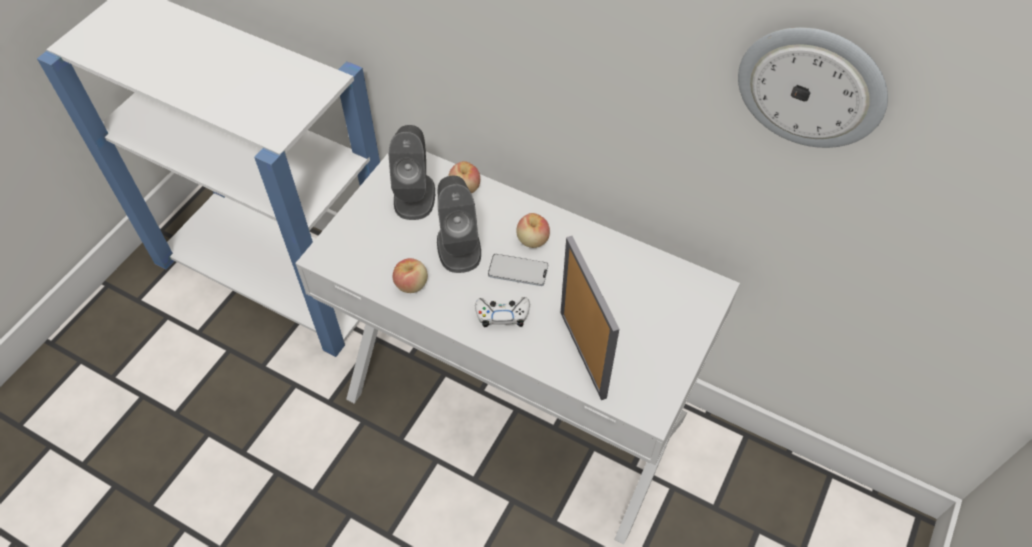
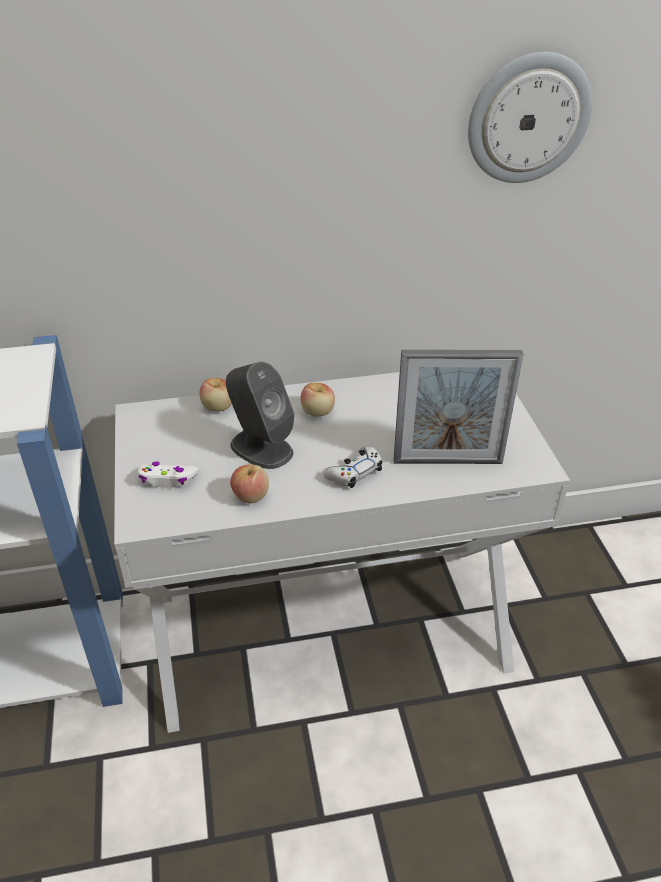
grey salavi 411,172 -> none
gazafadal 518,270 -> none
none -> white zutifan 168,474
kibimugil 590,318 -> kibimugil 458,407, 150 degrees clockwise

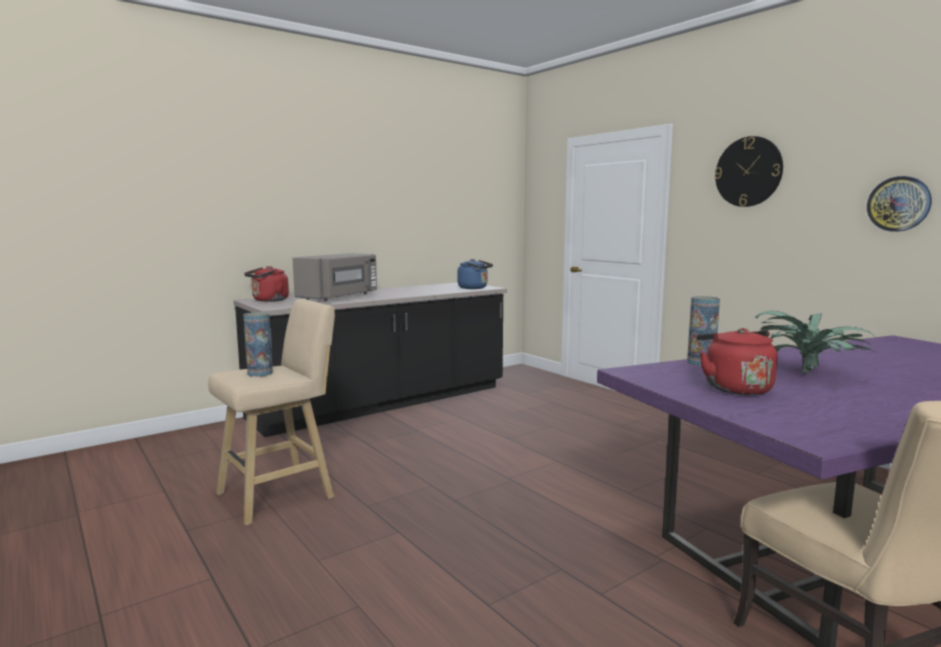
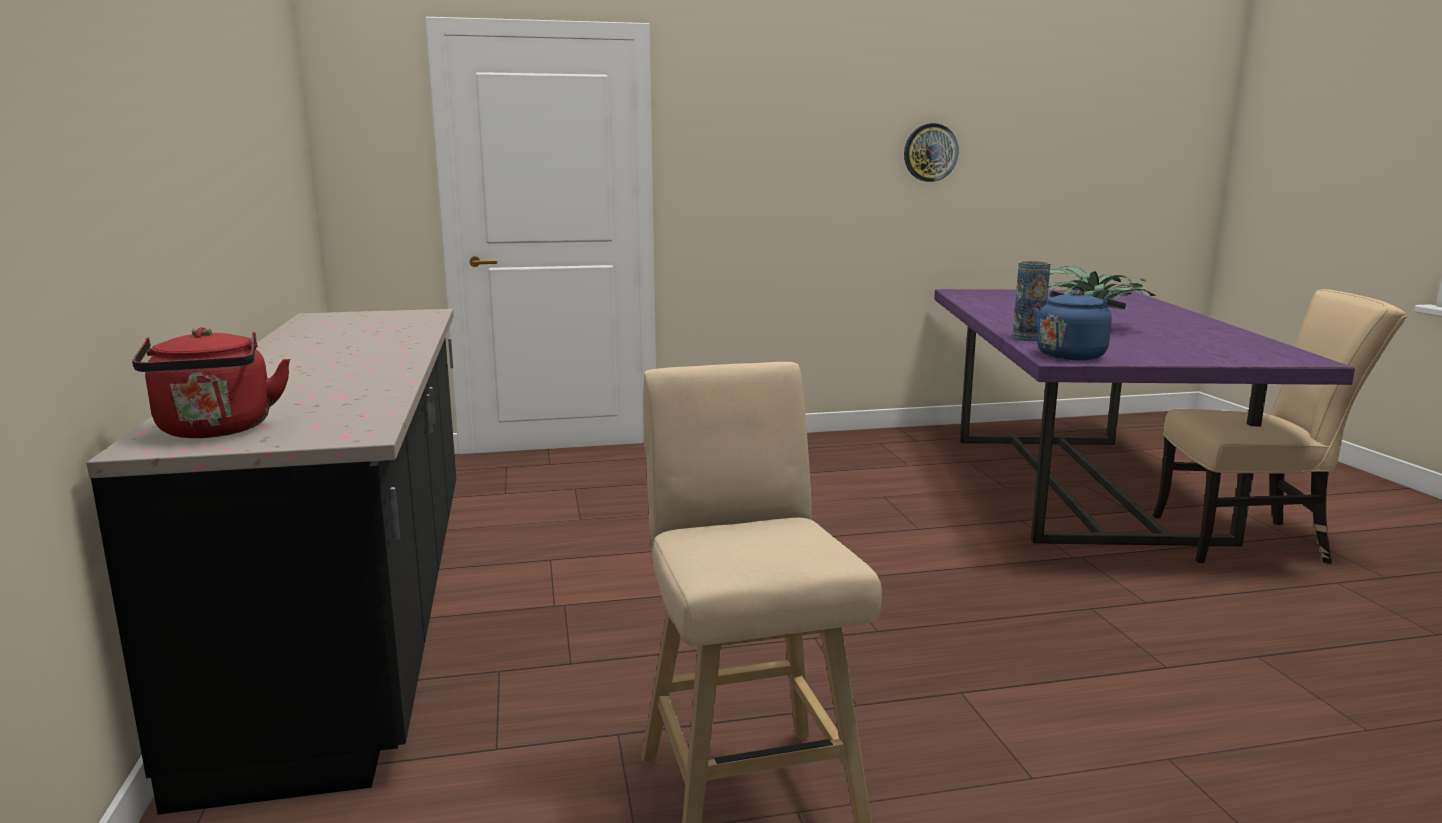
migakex 258,344 -> none
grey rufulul 335,277 -> none
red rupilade 737,361 -> none
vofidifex 748,171 -> none
blue rupilade 475,274 -> blue rupilade 1079,325, moved

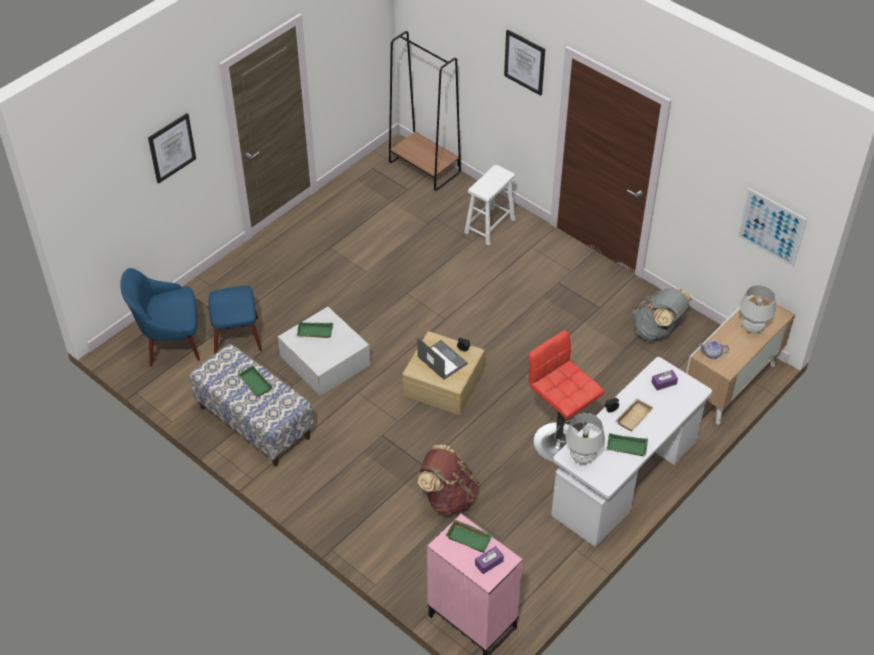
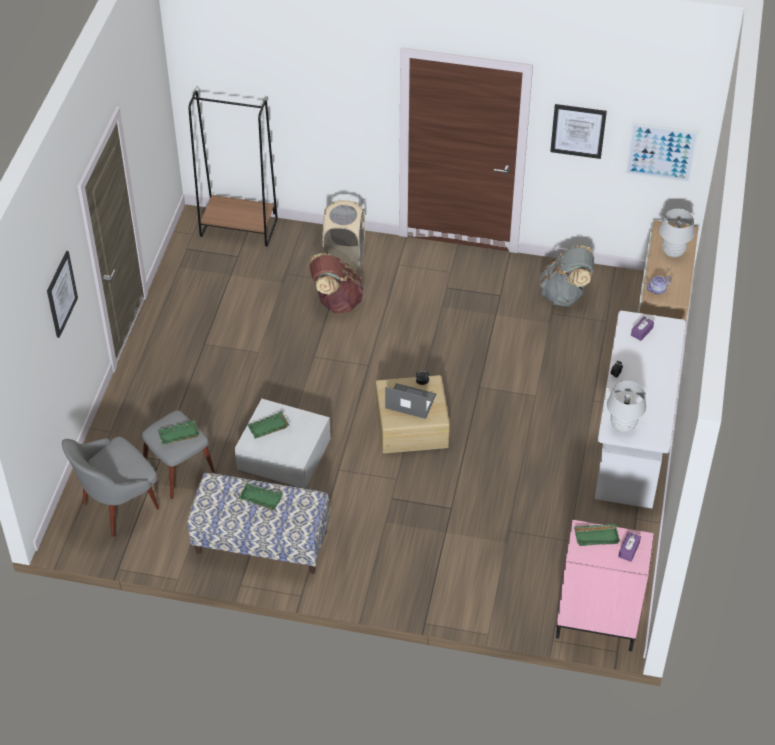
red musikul 566,396 -> none
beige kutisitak 634,415 -> none
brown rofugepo 448,480 -> brown rofugepo 336,283, moved
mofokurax 524,63 -> mofokurax 578,131, moved
green kutisitak 627,444 -> green kutisitak 179,432, moved
white musikul 489,205 -> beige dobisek 343,236
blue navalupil 191,317 -> grey navalupil 138,473

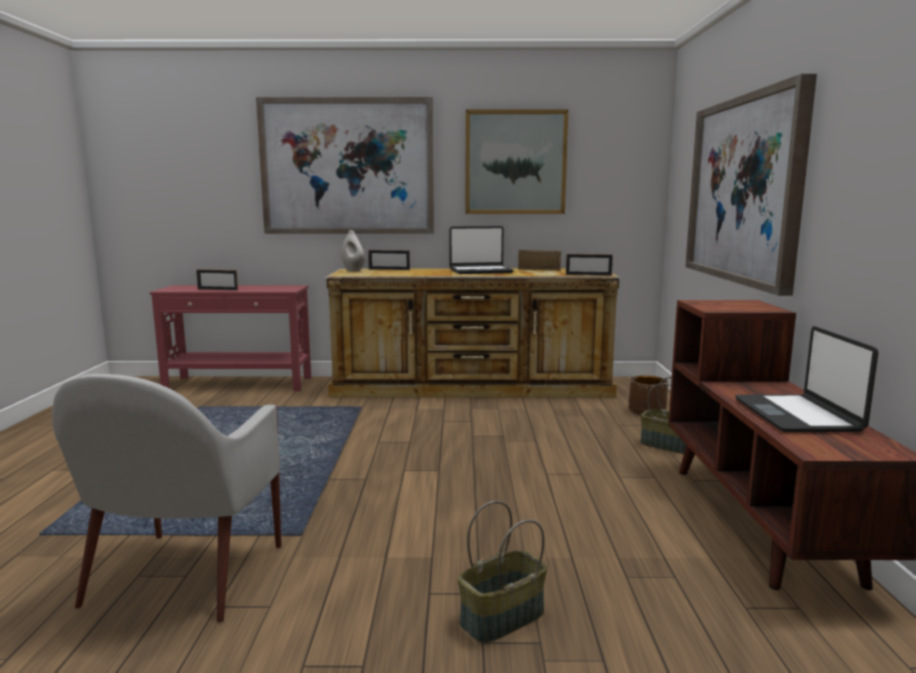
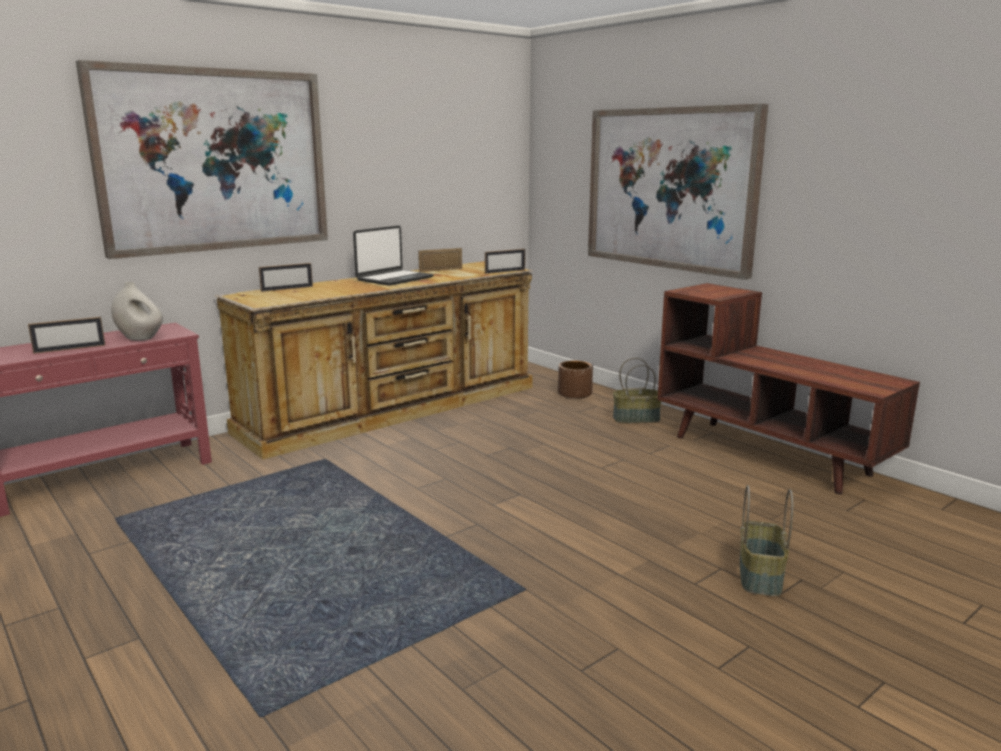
white navalupil 166,498 -> none
mofokurax 517,161 -> none
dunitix 806,379 -> none
white migakex 353,250 -> white migakex 137,311, moved

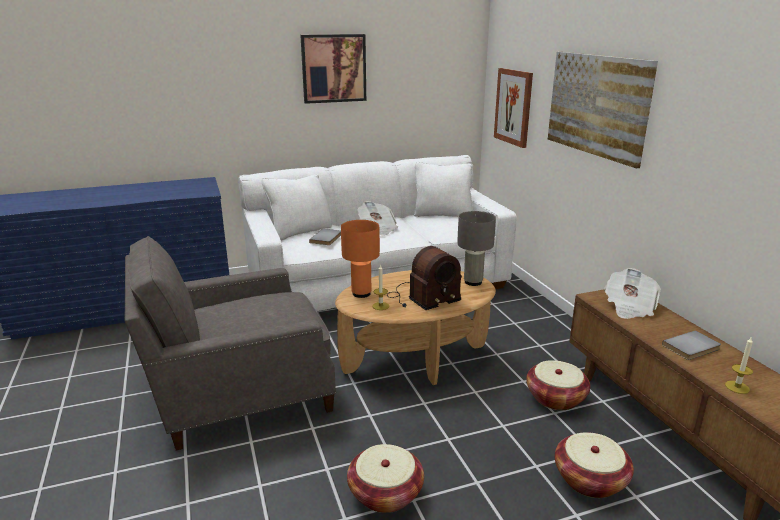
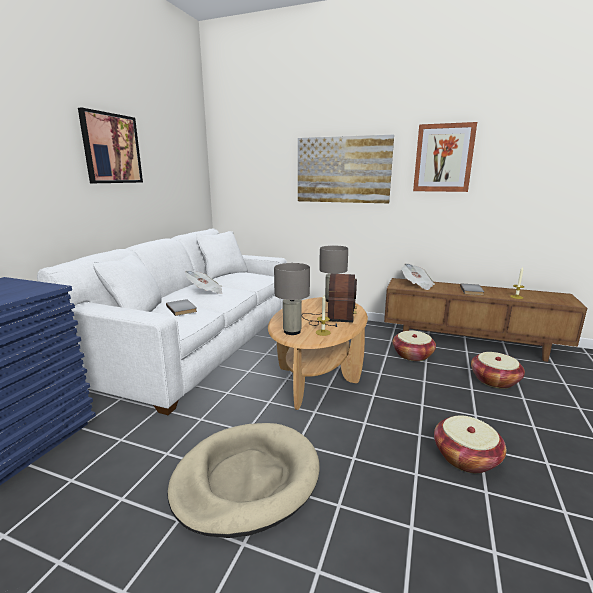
mofokurax 513,108 -> mofokurax 445,157, moved
grey navalupil 230,343 -> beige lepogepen 244,480
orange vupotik 360,259 -> grey vupotik 292,299

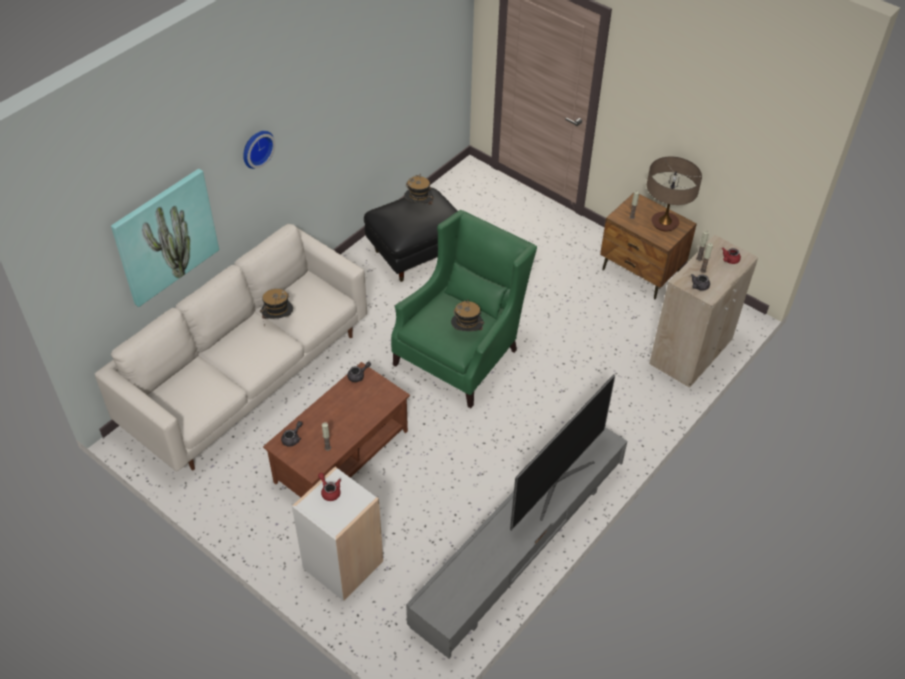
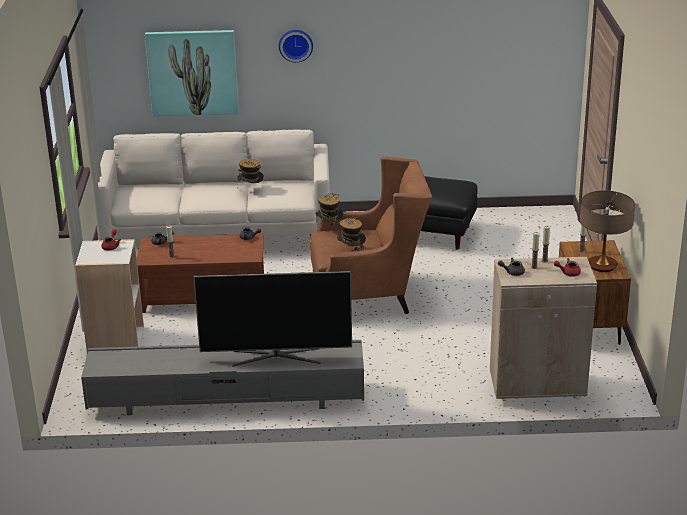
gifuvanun 419,189 -> gifuvanun 329,210, moved
green navalupil 464,309 -> brown navalupil 371,235

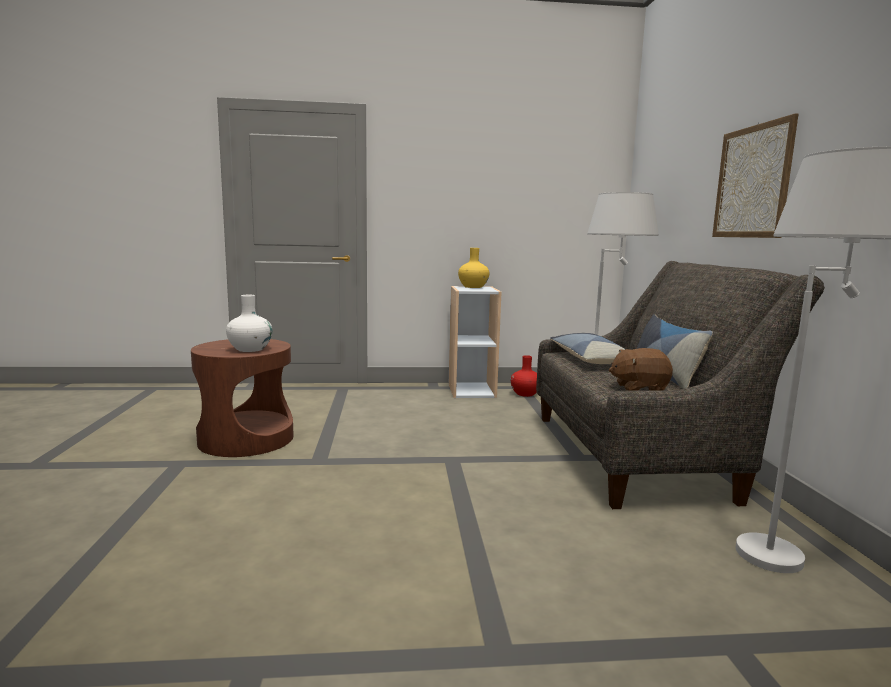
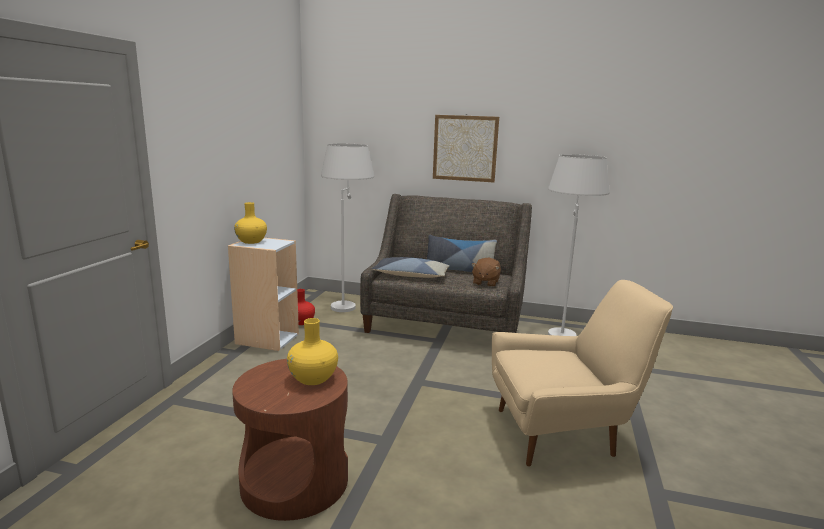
none -> beige navalupil 582,373
white migakex 249,323 -> yellow migakex 312,351

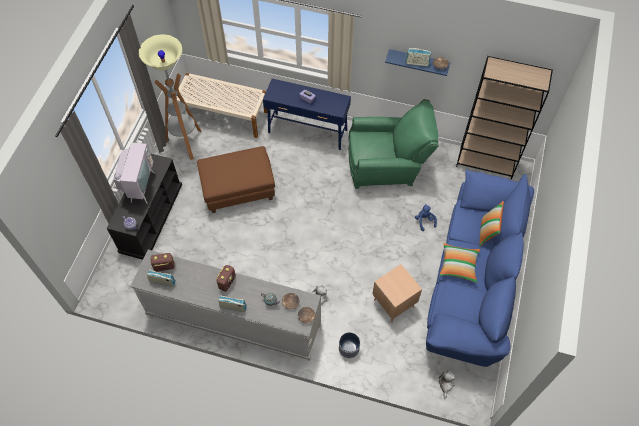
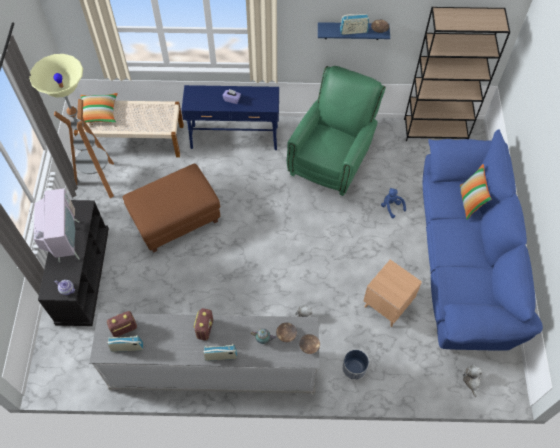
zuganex 460,263 -> zuganex 99,108, moved
green navalupil 393,144 -> green navalupil 336,131, 45 degrees counterclockwise

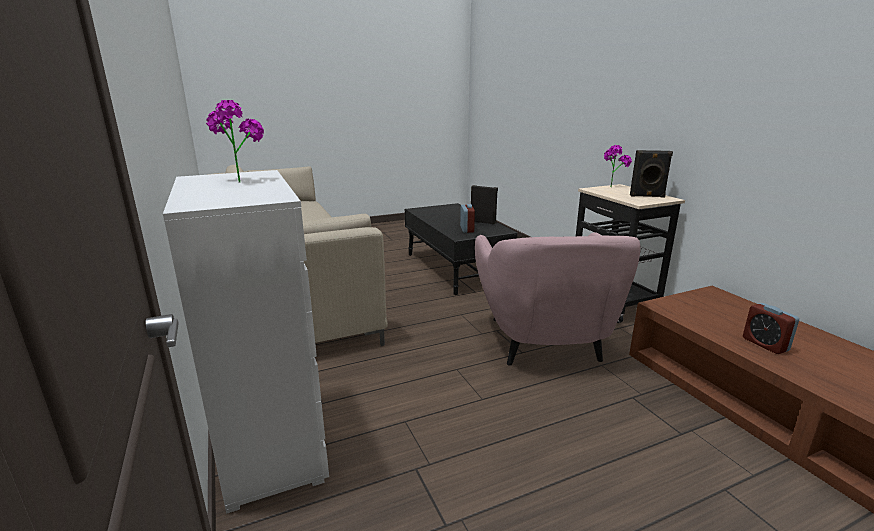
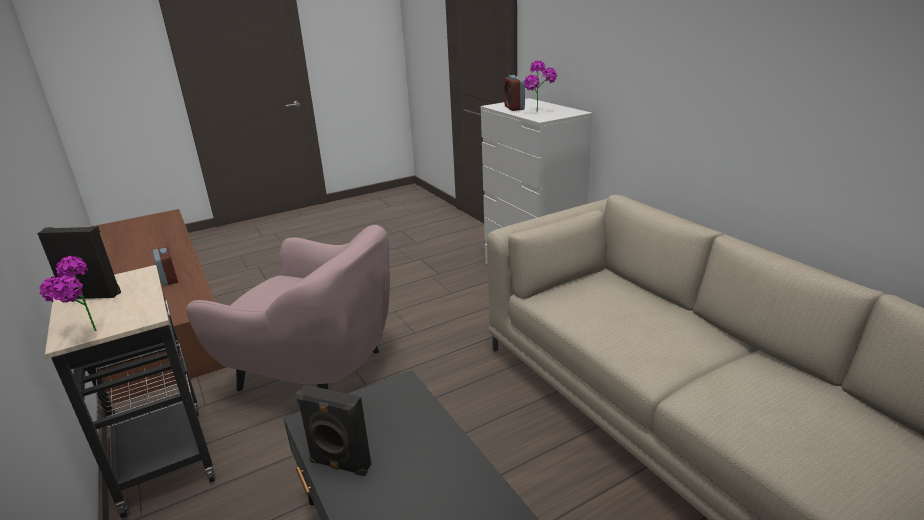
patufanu 467,218 -> patufanu 514,93, moved
pink navalupil 558,299 -> pink navalupil 288,308, 120 degrees clockwise

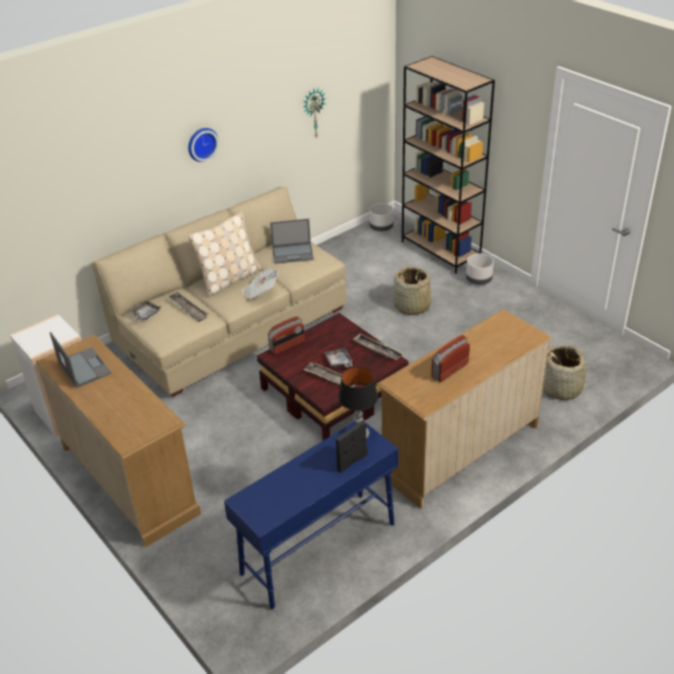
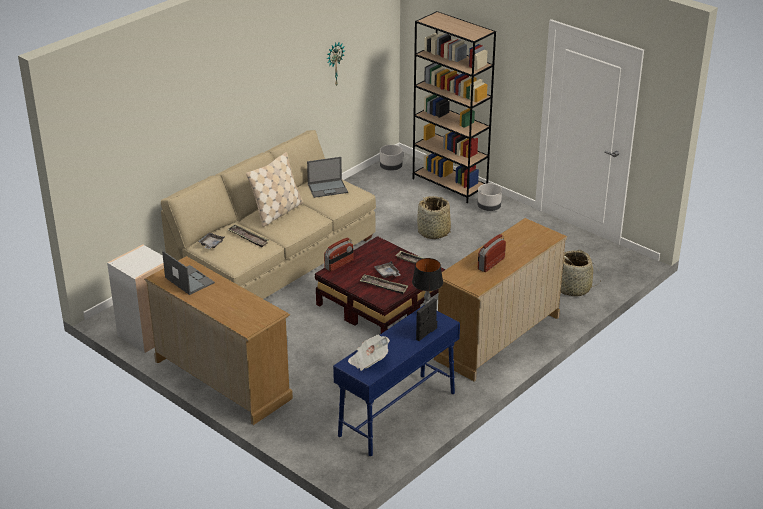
vofidifex 203,145 -> none
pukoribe 260,284 -> pukoribe 369,353, moved

